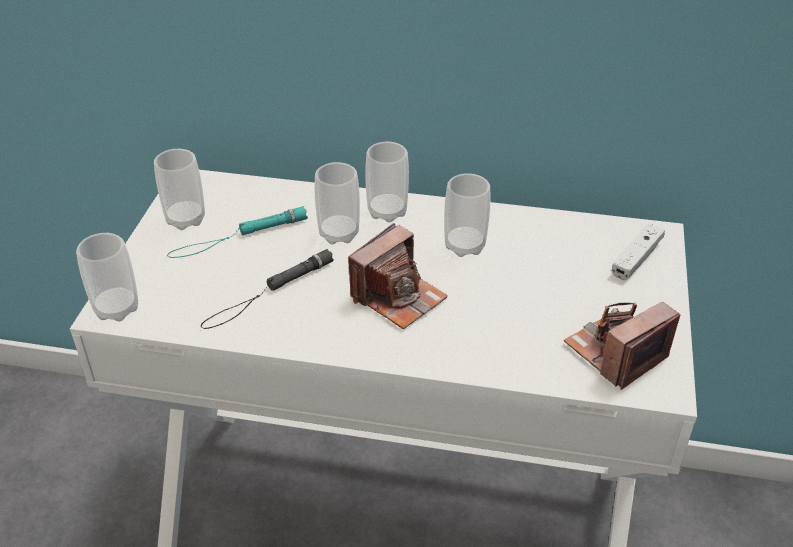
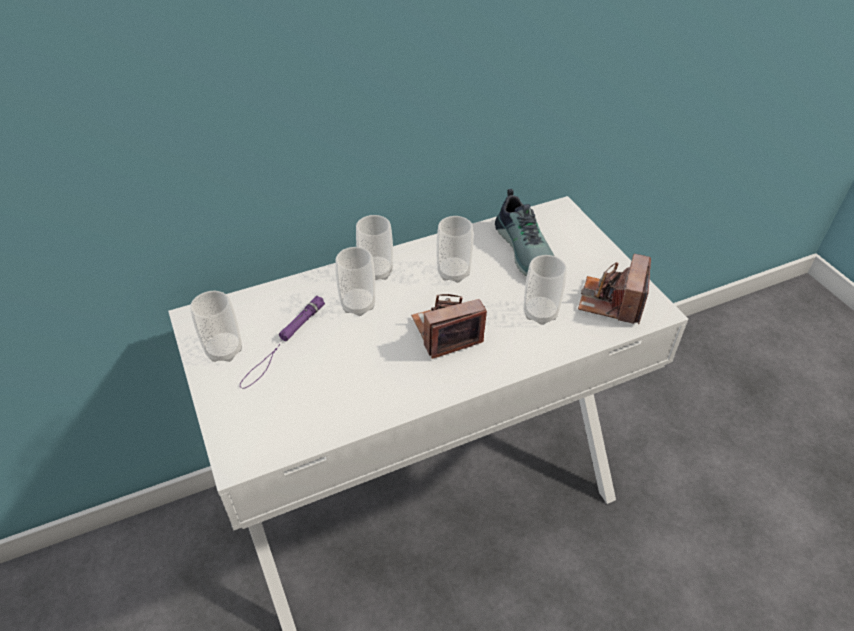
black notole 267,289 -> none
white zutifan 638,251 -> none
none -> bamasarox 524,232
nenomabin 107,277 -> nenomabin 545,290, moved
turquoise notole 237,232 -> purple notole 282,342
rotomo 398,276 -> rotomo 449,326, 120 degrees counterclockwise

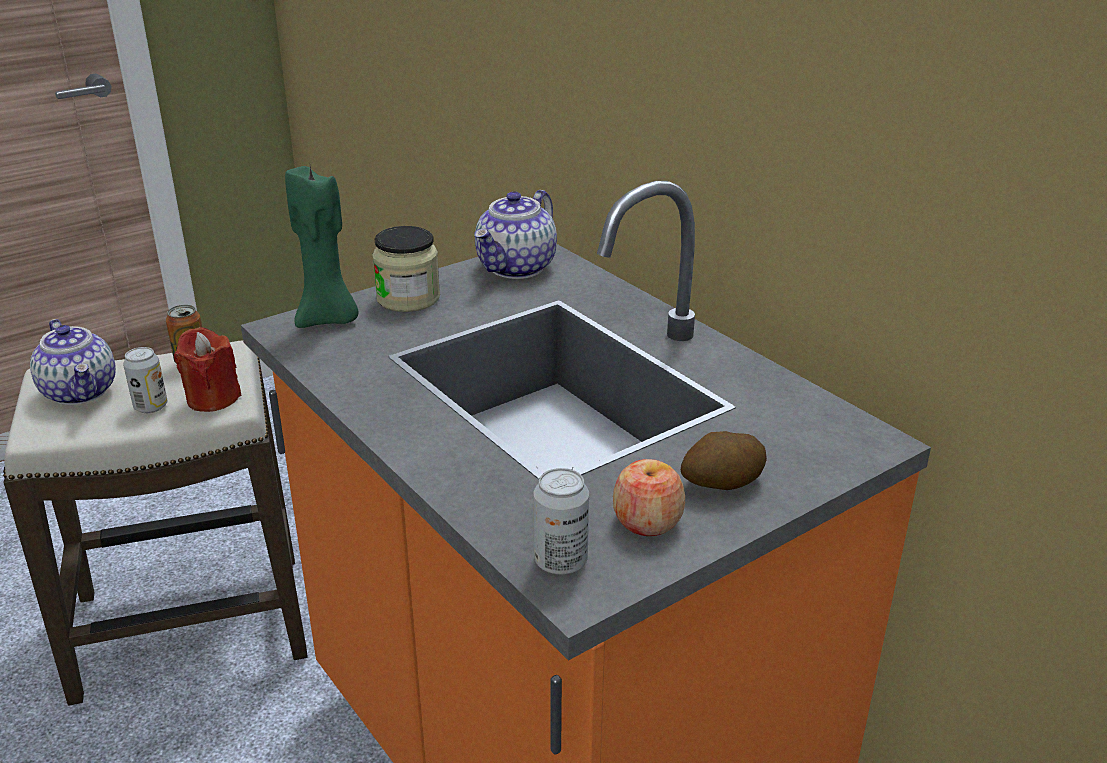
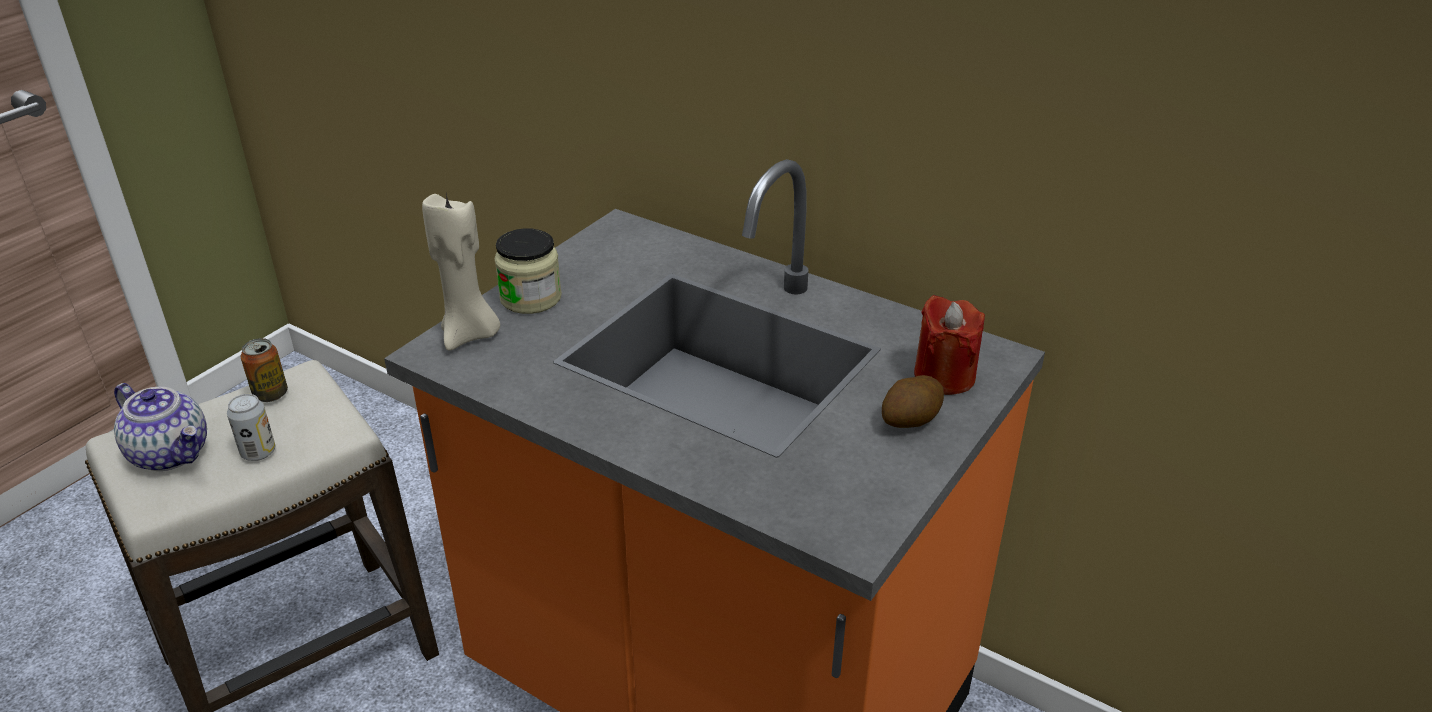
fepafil 516,234 -> none
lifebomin 561,521 -> none
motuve 649,497 -> none
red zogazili 207,369 -> red zogazili 949,345, moved
green zogazili 322,247 -> beige zogazili 461,272

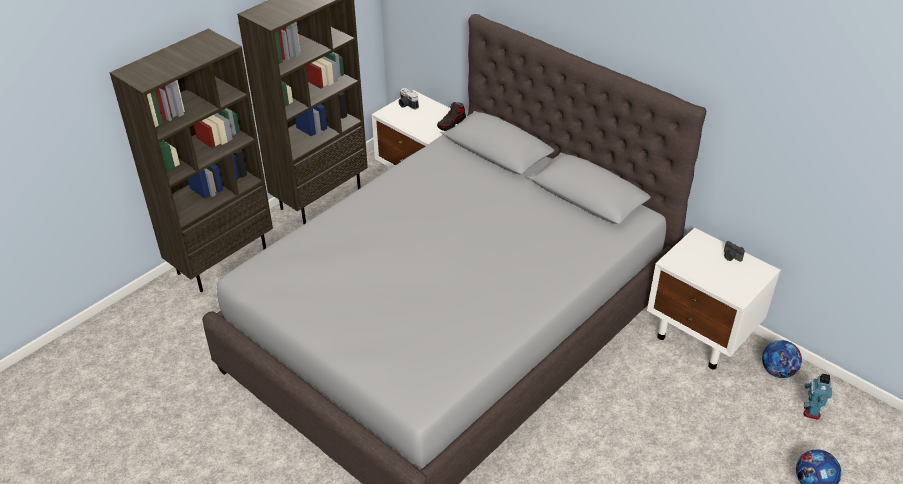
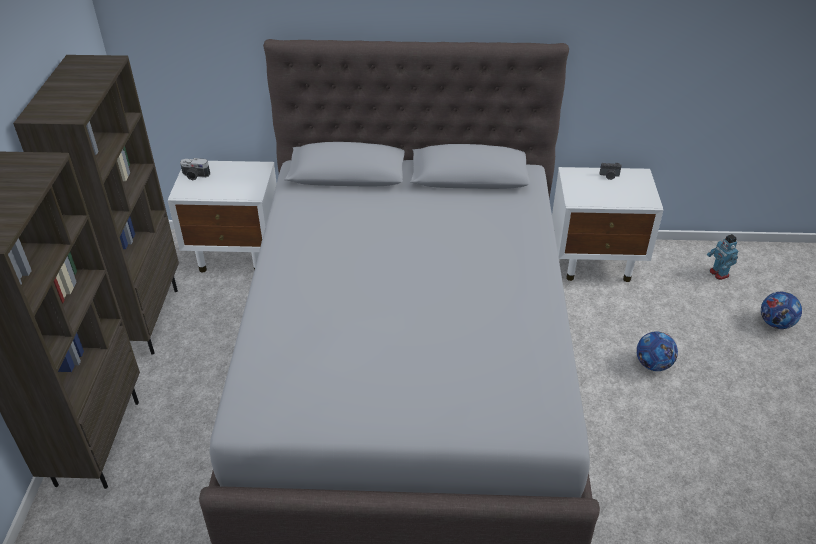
bamasarox 451,116 -> none
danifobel 782,359 -> danifobel 657,351, moved

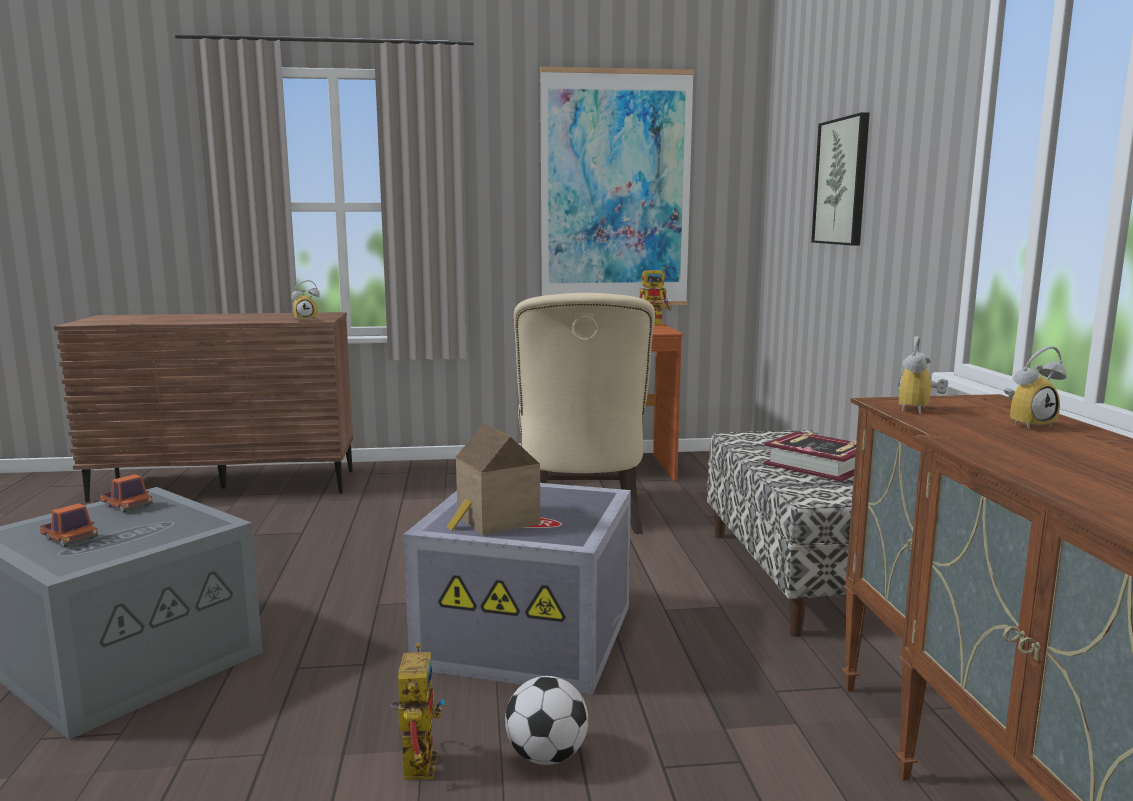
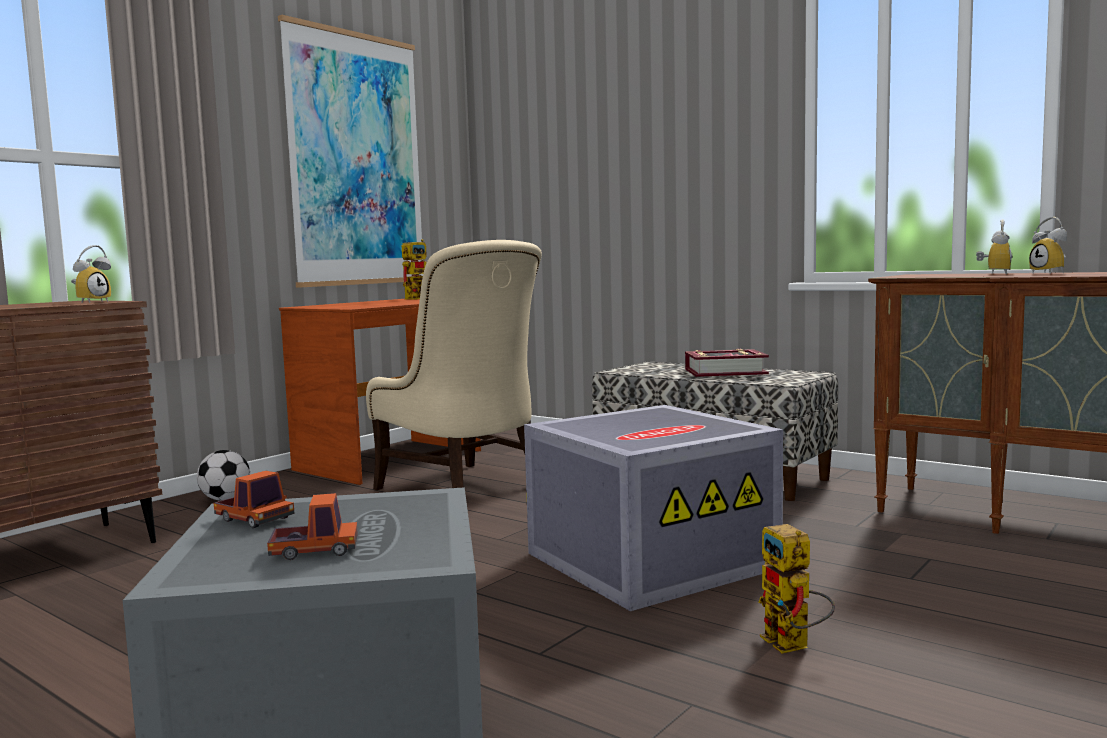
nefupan 493,479 -> none
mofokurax 840,179 -> none
danifobel 546,720 -> danifobel 223,475, moved
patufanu 923,375 -> patufanu 1048,245, moved
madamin 126,493 -> madamin 254,499, 45 degrees clockwise
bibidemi 417,711 -> bibidemi 797,589, 150 degrees counterclockwise

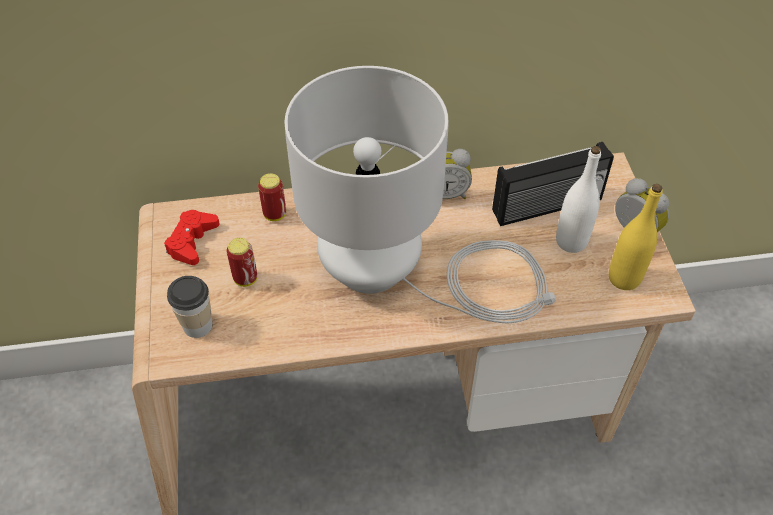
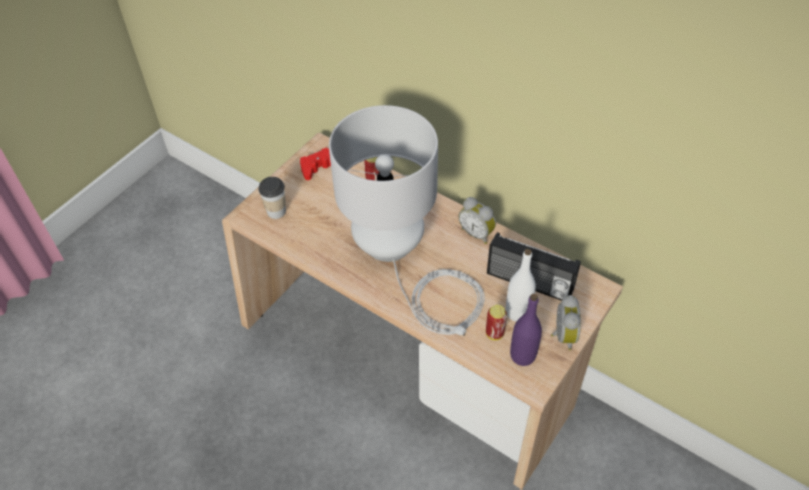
lifebomin 242,262 -> lifebomin 496,322, moved
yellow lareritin 635,237 -> purple lareritin 526,330

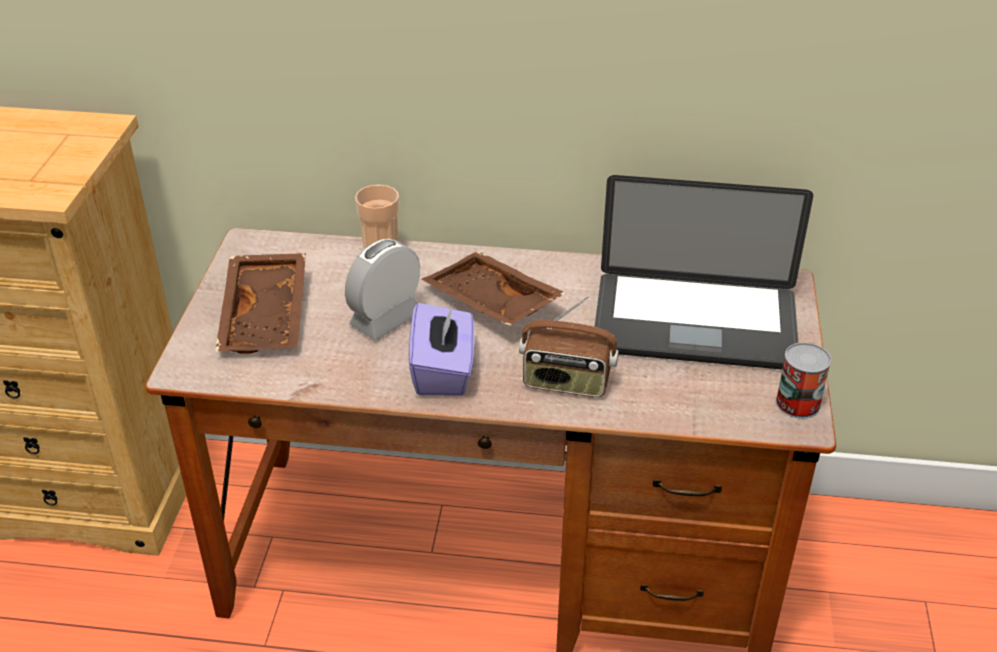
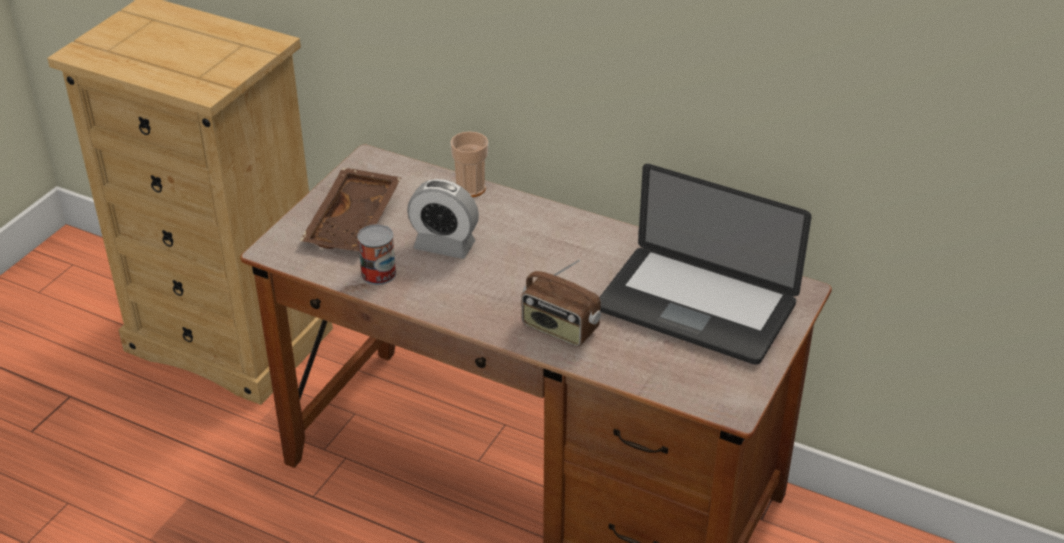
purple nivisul 442,349 -> none
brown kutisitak 493,288 -> none
lifebomin 803,380 -> lifebomin 376,254, moved
patufanu 382,289 -> patufanu 443,219, 135 degrees counterclockwise

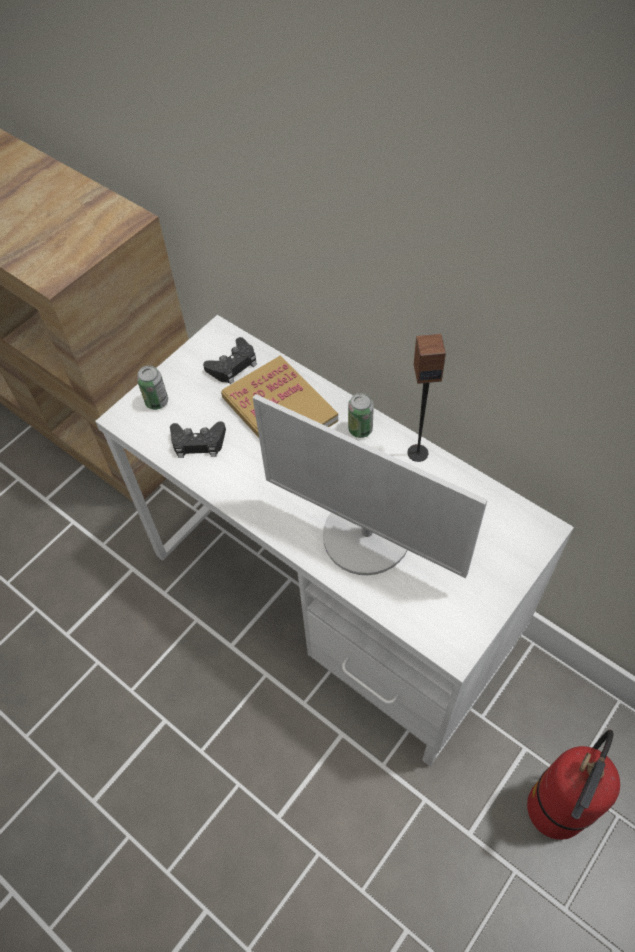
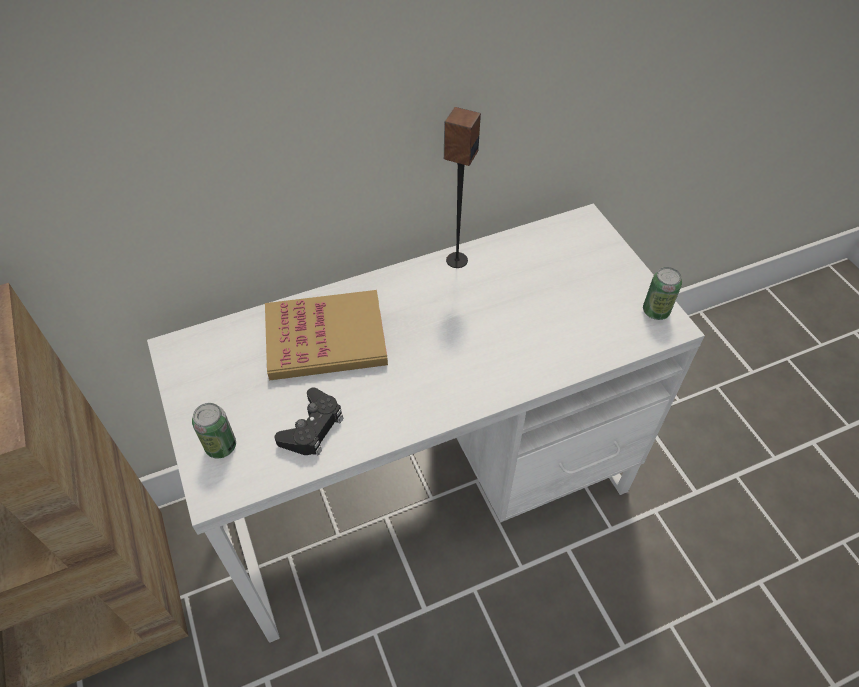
black zutifan 230,360 -> none
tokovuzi 370,486 -> none
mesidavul 573,785 -> none
lifebomin 361,415 -> lifebomin 662,293, moved

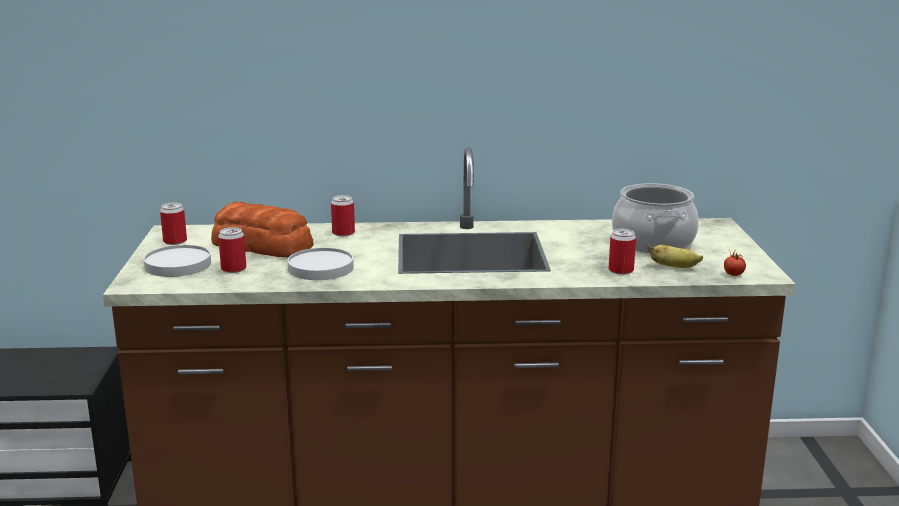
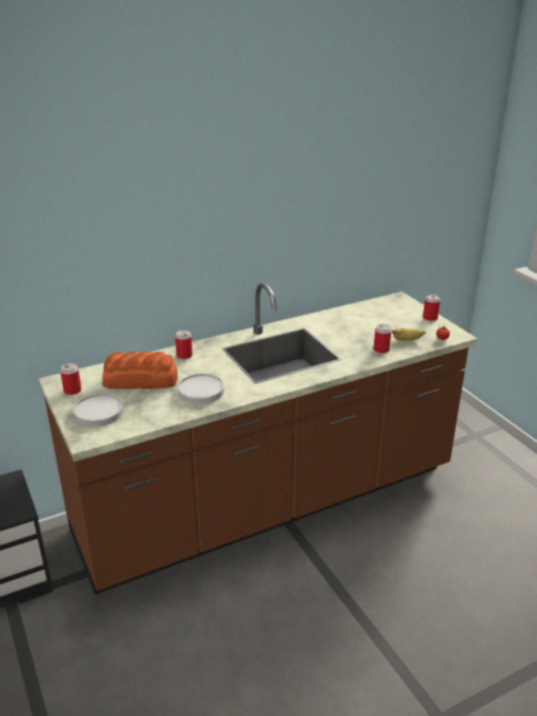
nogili 655,218 -> none
lifebomin 232,250 -> lifebomin 431,307, moved

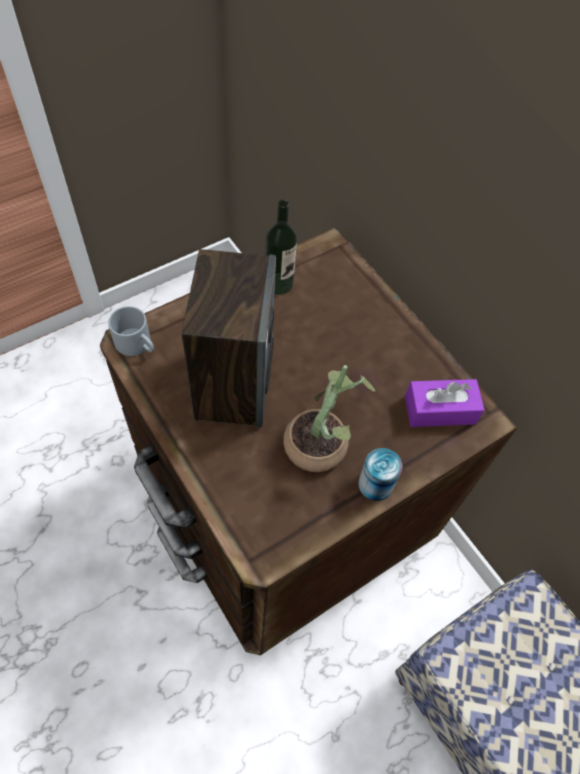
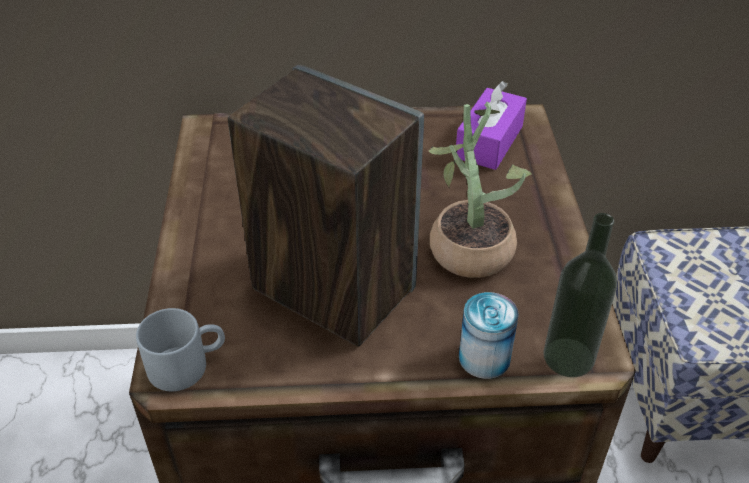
lareritin 281,247 -> lareritin 580,295, moved
lifebomin 380,474 -> lifebomin 489,335, moved

